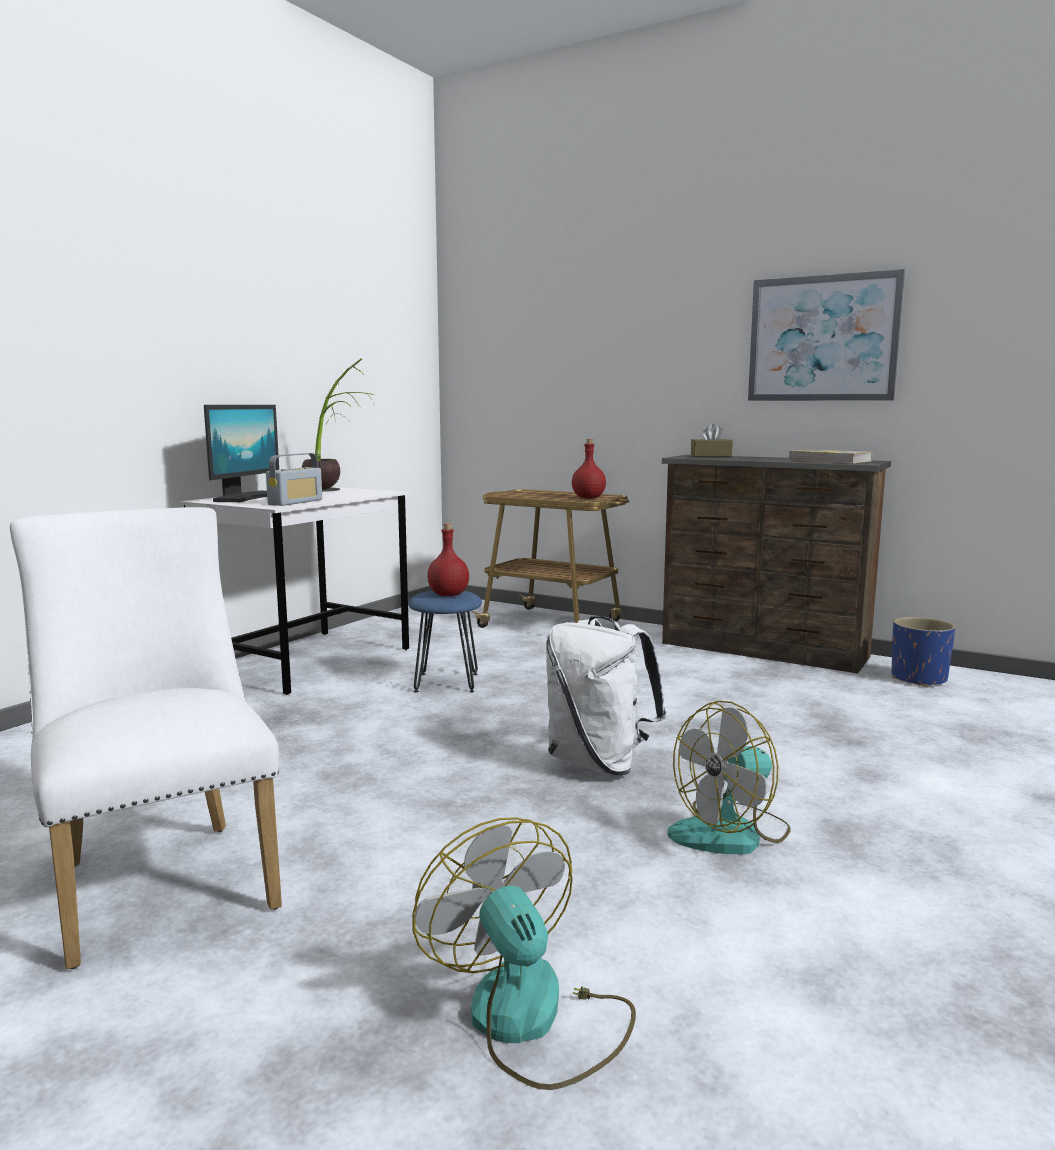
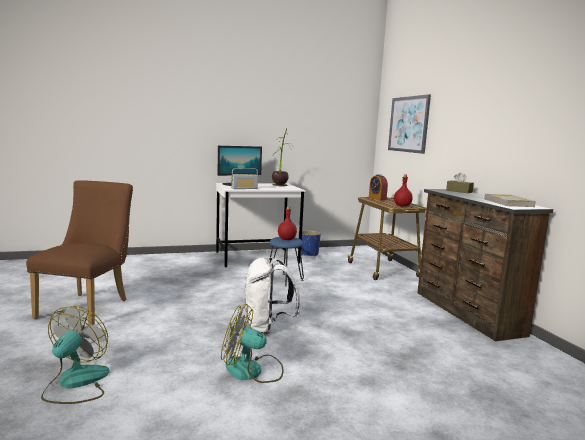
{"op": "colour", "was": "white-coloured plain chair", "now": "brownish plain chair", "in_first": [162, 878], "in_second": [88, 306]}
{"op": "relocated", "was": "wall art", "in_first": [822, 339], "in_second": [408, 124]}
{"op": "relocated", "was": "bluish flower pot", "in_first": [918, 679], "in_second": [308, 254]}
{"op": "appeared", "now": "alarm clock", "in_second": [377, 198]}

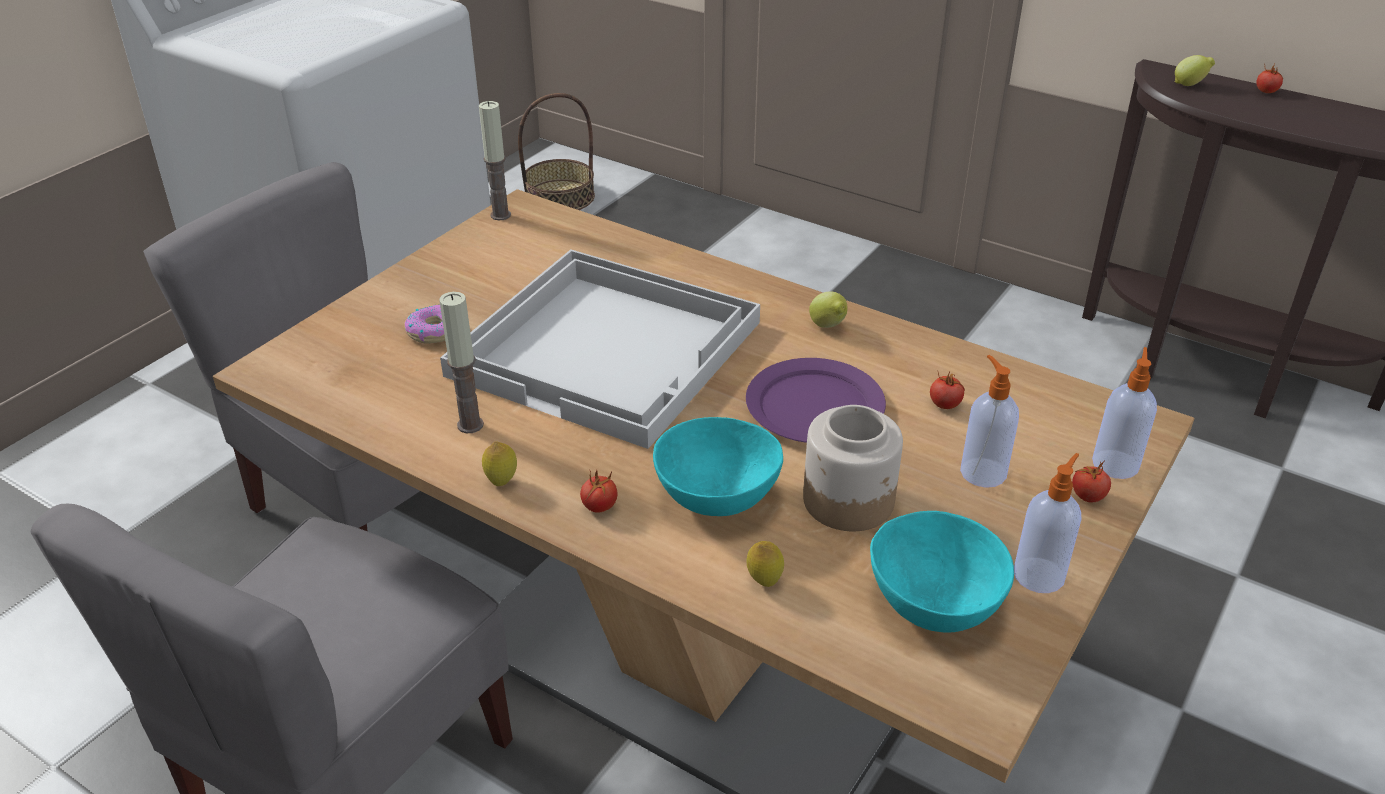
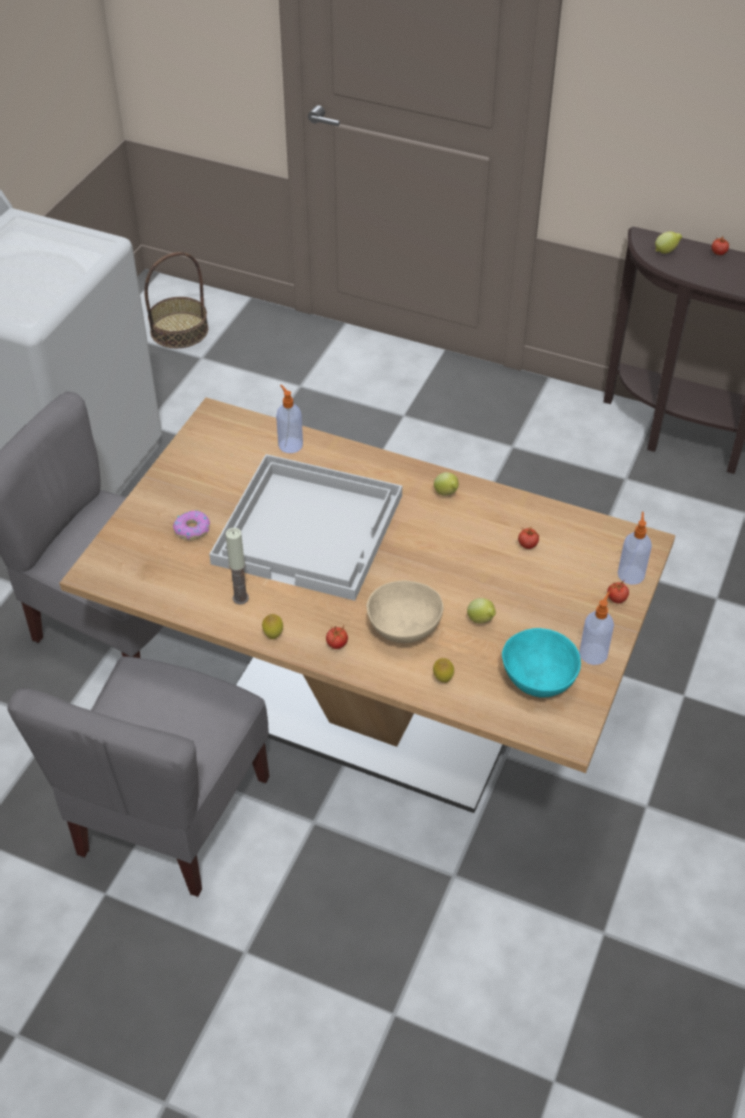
{"op": "missing", "was": "wax candle", "in_first": [500, 215]}
{"op": "colour", "was": "blue-green bowl", "now": "sand-coloured bowl", "in_first": [718, 499], "in_second": [405, 630]}
{"op": "missing", "was": "purple-coloured flat dish", "in_first": [815, 407]}
{"op": "exchanged", "was": "jar", "now": "whole lemon", "in_first": [849, 501], "in_second": [481, 620]}
{"op": "relocated", "was": "soap bottle", "in_first": [982, 471], "in_second": [290, 444]}

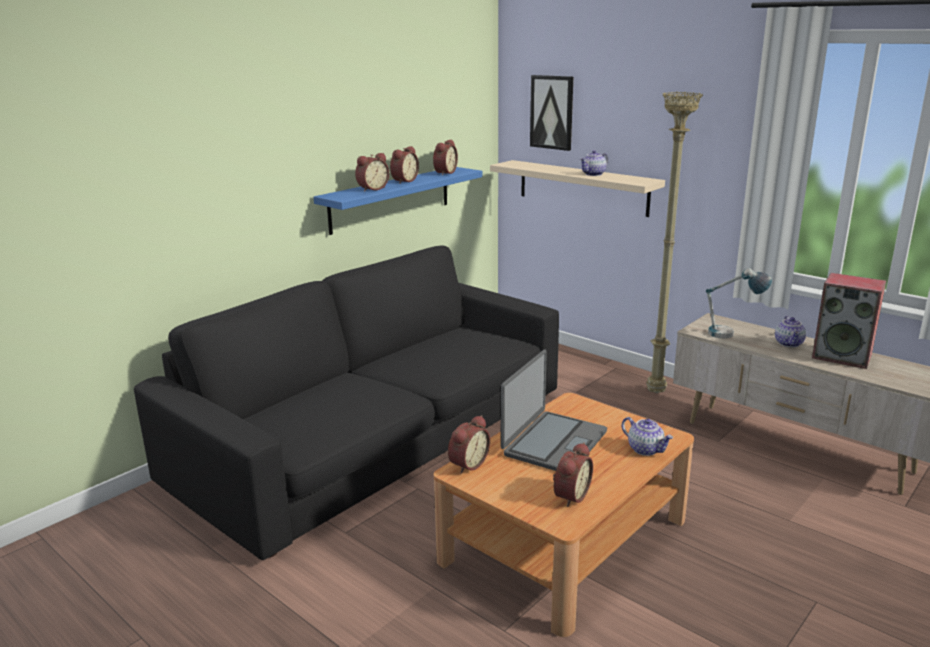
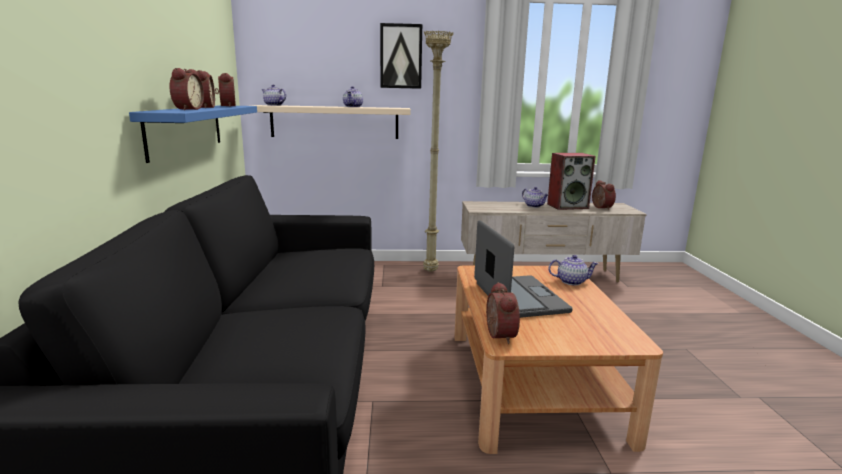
{"op": "relocated", "was": "wall art", "in_first": [552, 112], "in_second": [401, 56]}
{"op": "relocated", "was": "alarm clock", "in_first": [569, 495], "in_second": [600, 208]}
{"op": "missing", "was": "tabletop lamp", "in_first": [732, 335]}
{"op": "appeared", "now": "teapot", "in_second": [273, 105]}

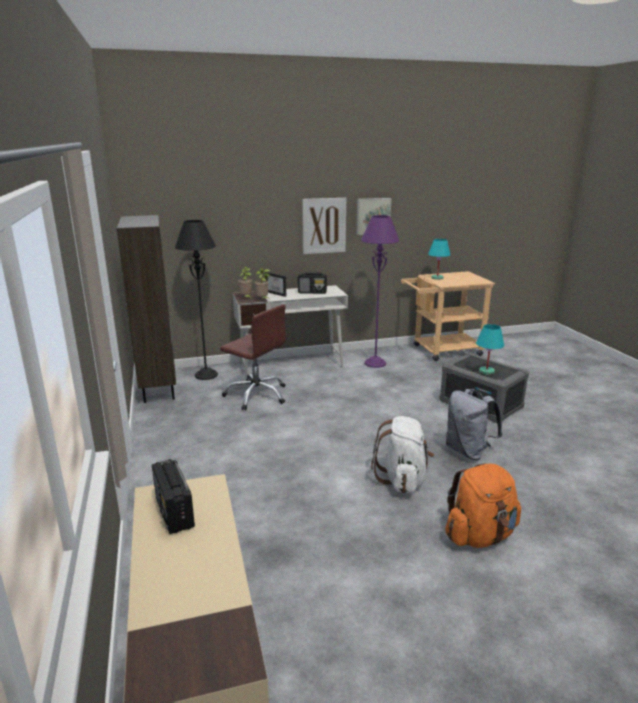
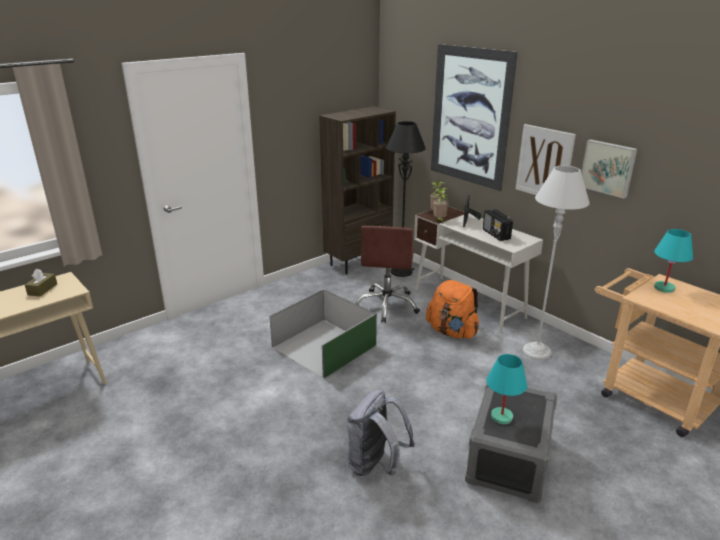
{"op": "exchanged", "was": "radio", "now": "brownish box of tissues", "in_first": [174, 513], "in_second": [42, 289]}
{"op": "colour", "was": "purple-coloured standard lamp", "now": "gray standard lamp", "in_first": [375, 363], "in_second": [537, 351]}
{"op": "missing", "was": "white-coloured rucksack", "in_first": [403, 479]}
{"op": "relocated", "was": "orange-coloured rucksack", "in_first": [480, 535], "in_second": [452, 332]}
{"op": "appeared", "now": "green-coloured storage bin", "in_second": [323, 346]}
{"op": "appeared", "now": "wall art", "in_second": [470, 117]}

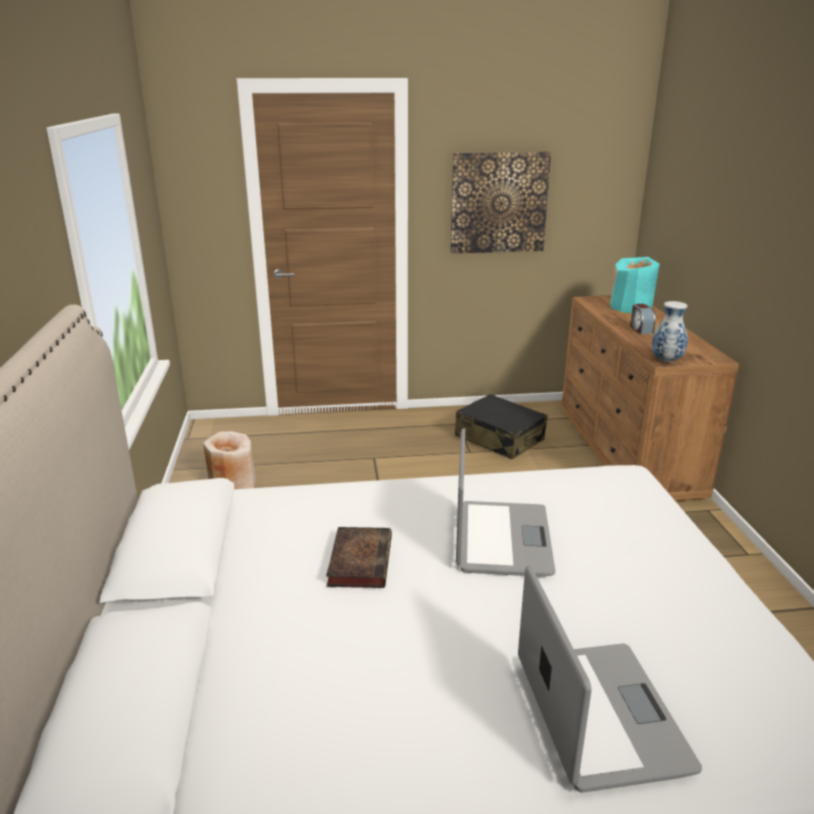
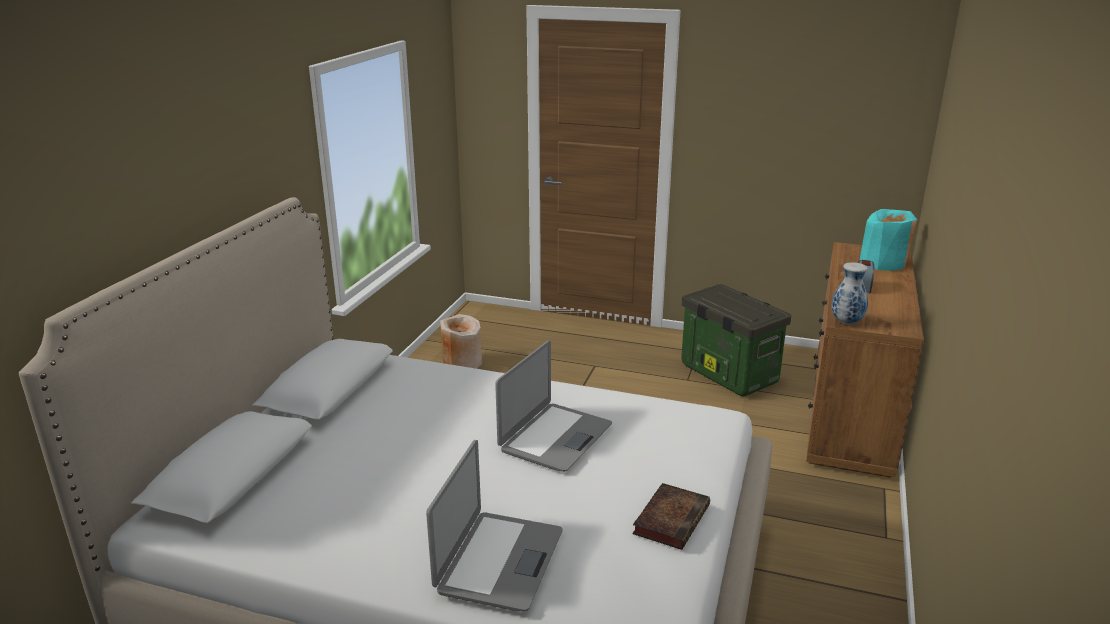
{"op": "relocated", "was": "book", "in_first": [359, 560], "in_second": [671, 519]}
{"op": "missing", "was": "wall art", "in_first": [498, 203]}
{"op": "exchanged", "was": "black piece of luggage", "now": "storage bin", "in_first": [499, 438], "in_second": [727, 374]}

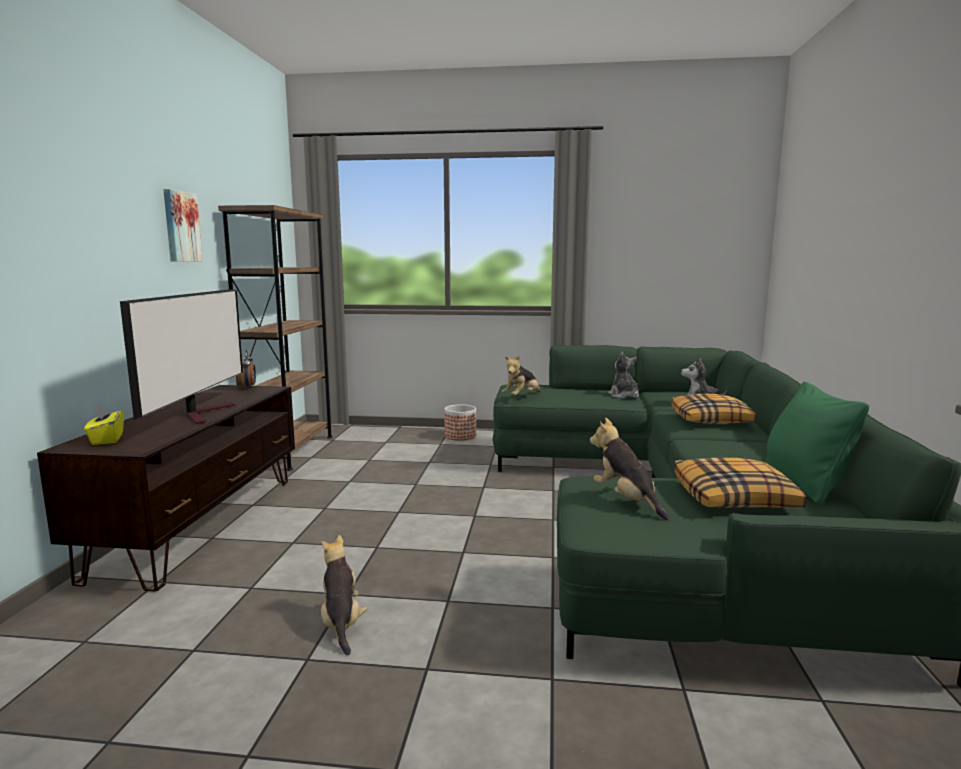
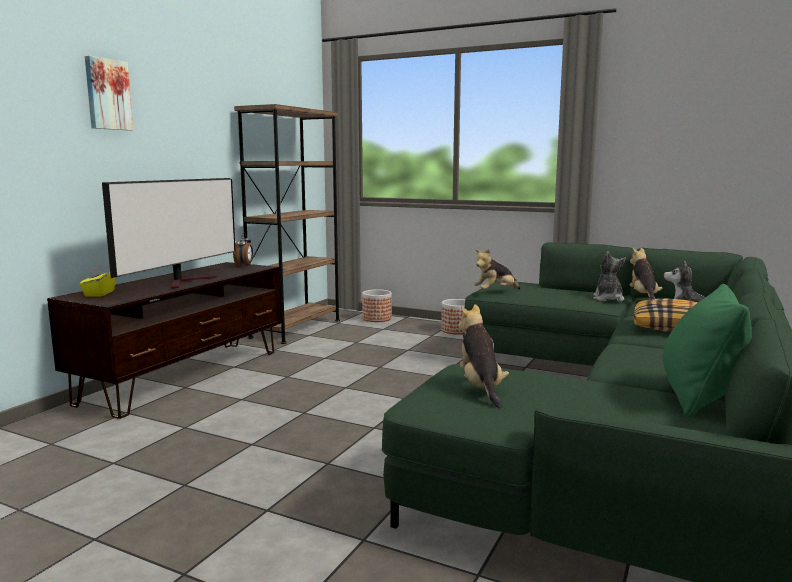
{"op": "relocated", "was": "wall art", "in_first": [180, 226], "in_second": [107, 94]}
{"op": "relocated", "was": "plush toy", "in_first": [341, 622], "in_second": [643, 297]}
{"op": "missing", "was": "throw pillow", "in_first": [734, 498]}
{"op": "appeared", "now": "flower pot", "in_second": [377, 318]}

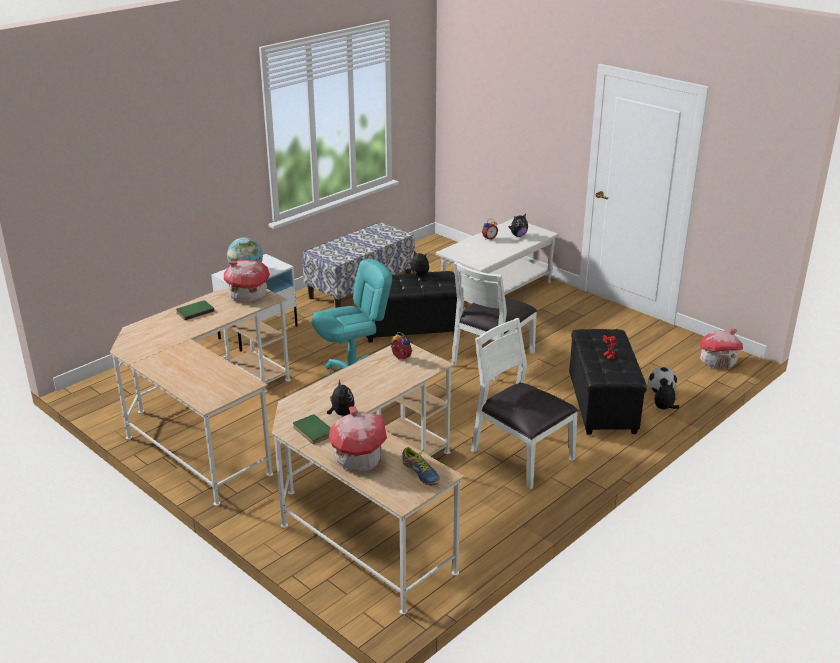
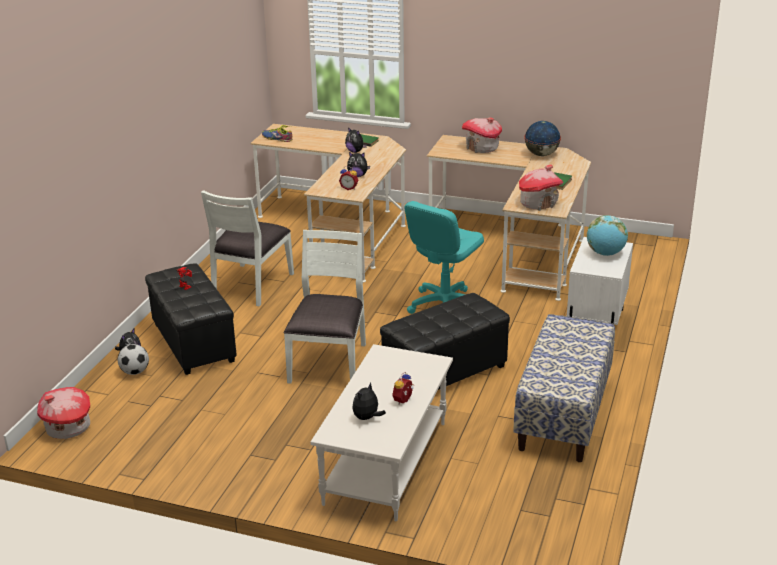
{"op": "relocated", "was": "toy house", "in_first": [359, 458], "in_second": [482, 148]}
{"op": "relocated", "was": "plush toy", "in_first": [419, 275], "in_second": [358, 175]}
{"op": "spun", "was": "white-coloured plain chair", "in_first": [520, 455], "in_second": [251, 285], "clockwise": 90}
{"op": "appeared", "now": "world globe", "in_second": [541, 154]}

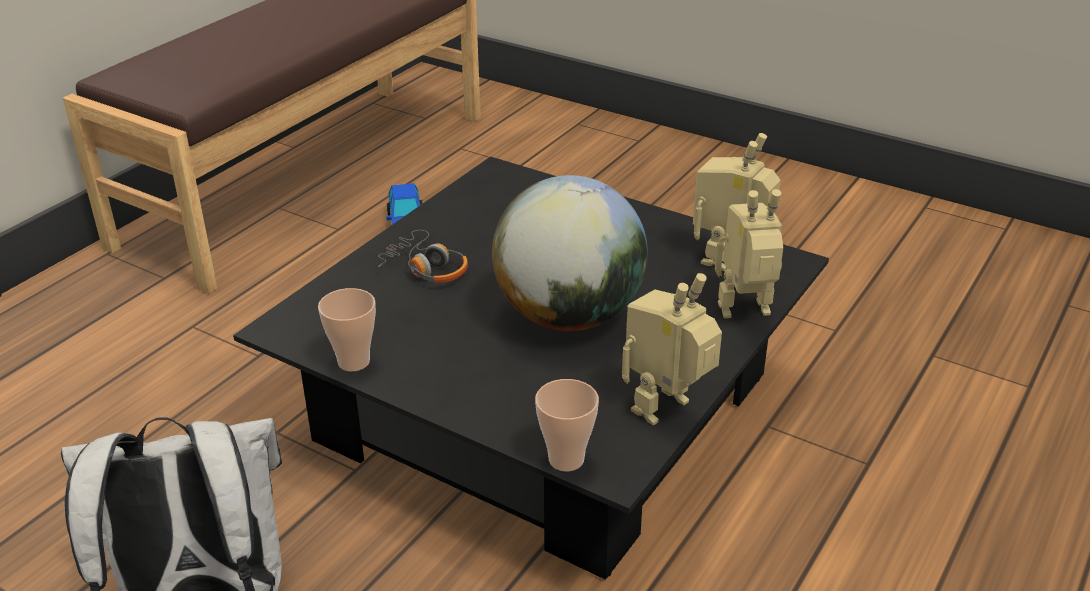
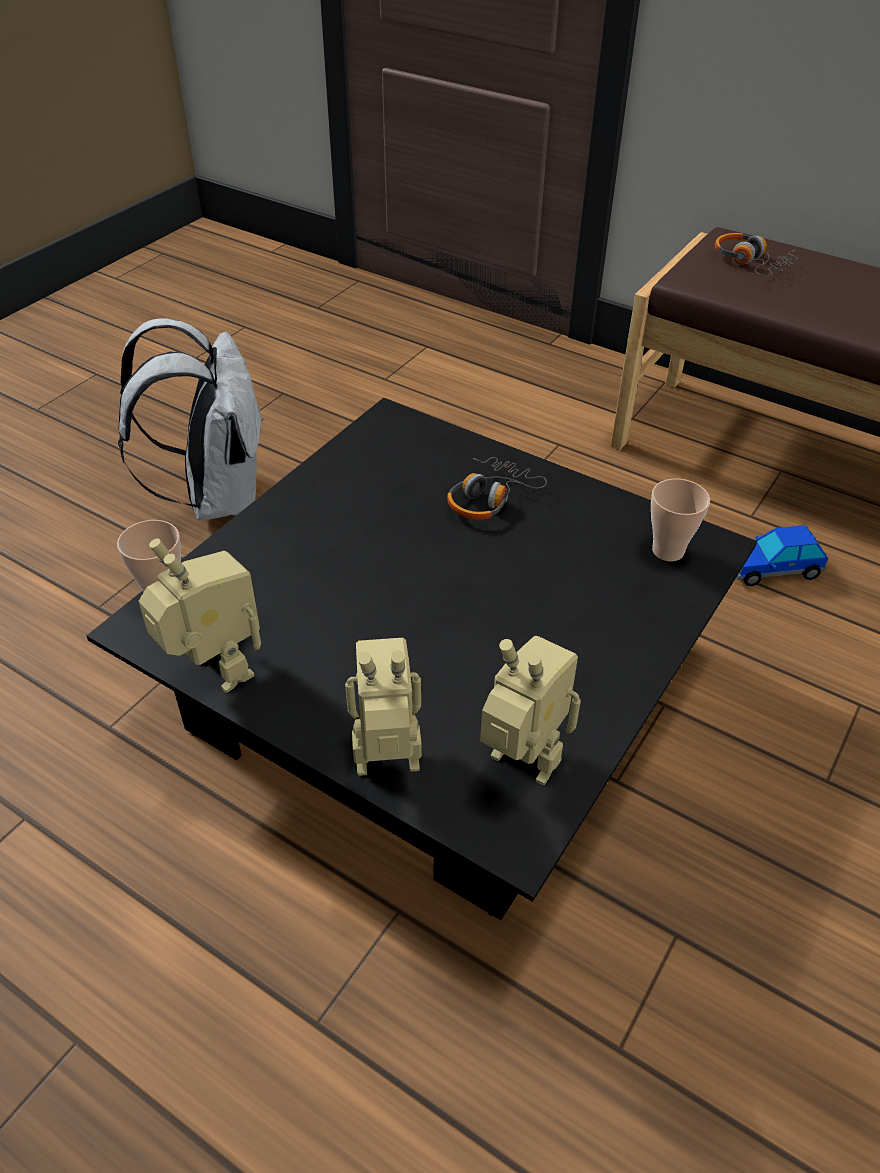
{"op": "relocated", "was": "small cup", "in_first": [353, 362], "in_second": [668, 551]}
{"op": "missing", "was": "world globe", "in_first": [569, 316]}
{"op": "spun", "was": "toy robot", "in_first": [746, 314], "in_second": [388, 768], "clockwise": -90}
{"op": "appeared", "now": "headphones", "in_second": [750, 263]}

